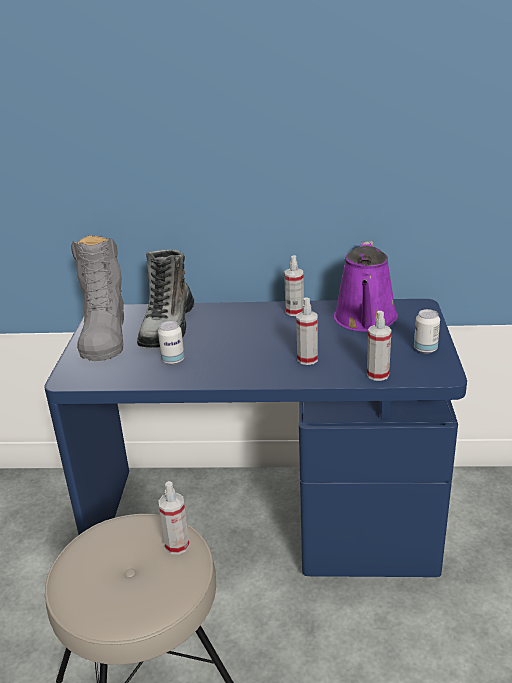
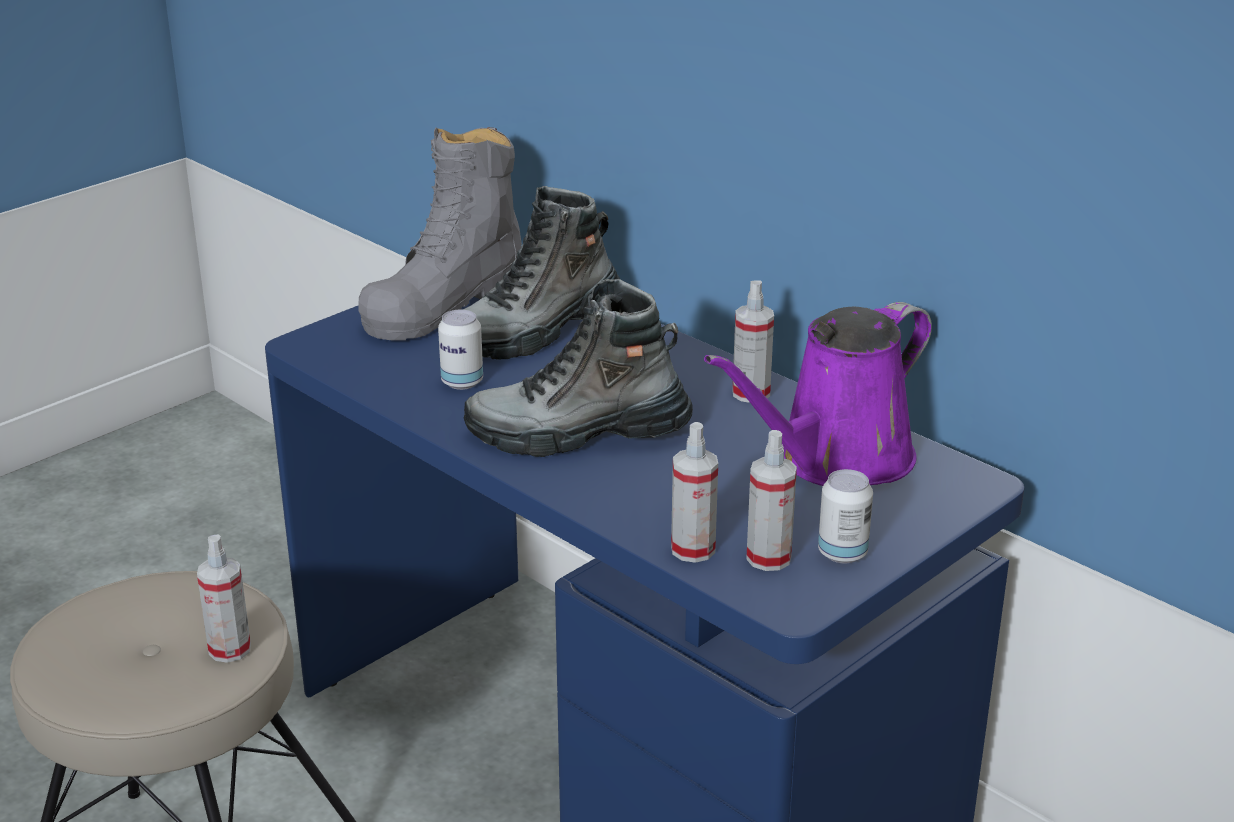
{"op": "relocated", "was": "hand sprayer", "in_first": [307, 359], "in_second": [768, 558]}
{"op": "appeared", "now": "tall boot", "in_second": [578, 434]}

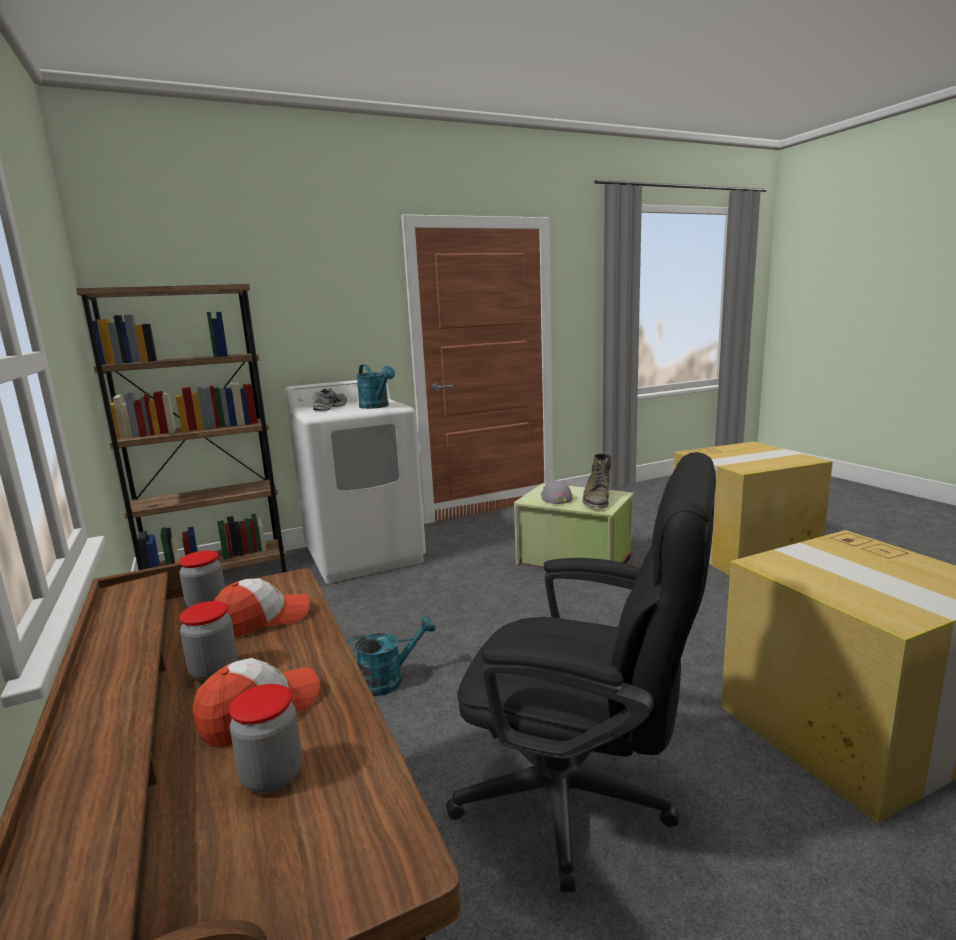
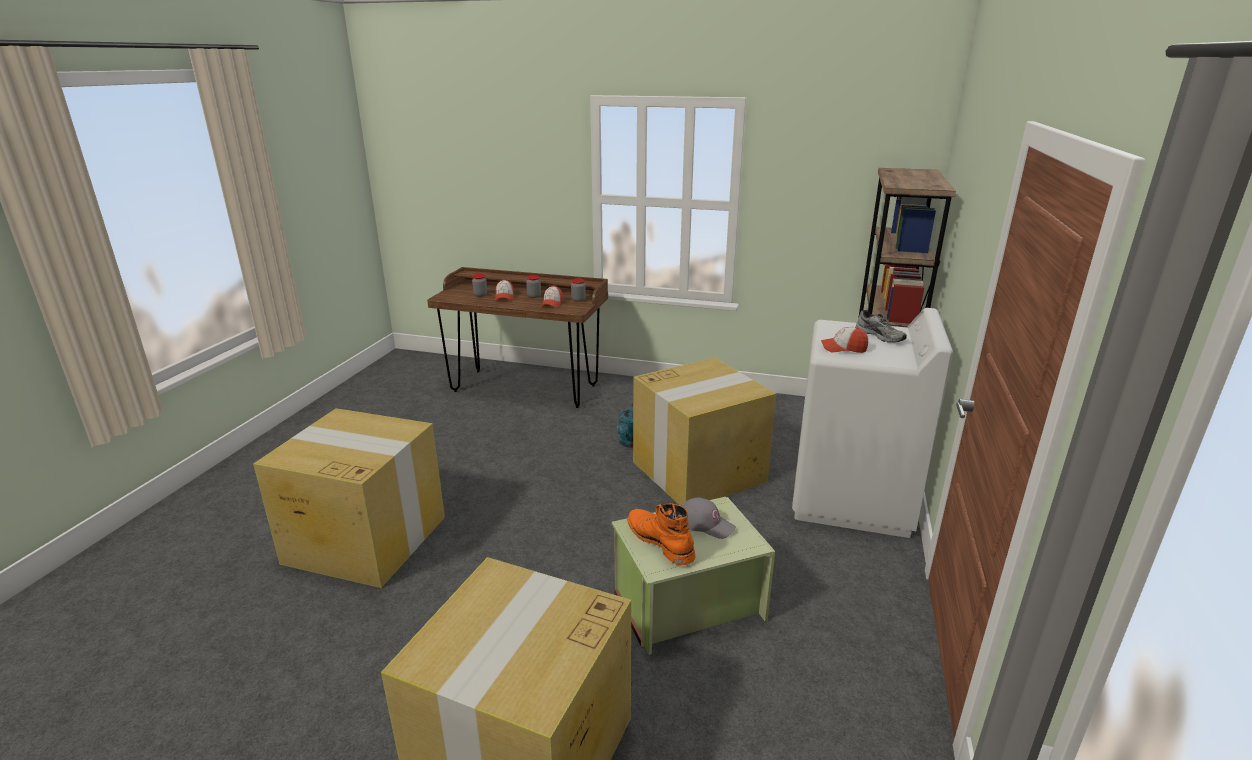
{"op": "exchanged", "was": "blue-green watering can", "now": "peaked cap", "in_first": [377, 406], "in_second": [843, 348]}
{"op": "missing", "was": "black desk chair", "in_first": [582, 800]}
{"op": "colour", "was": "green-coloured tall boot", "now": "orange-coloured tall boot", "in_first": [597, 500], "in_second": [660, 541]}
{"op": "appeared", "now": "cardboard box", "in_second": [700, 471]}

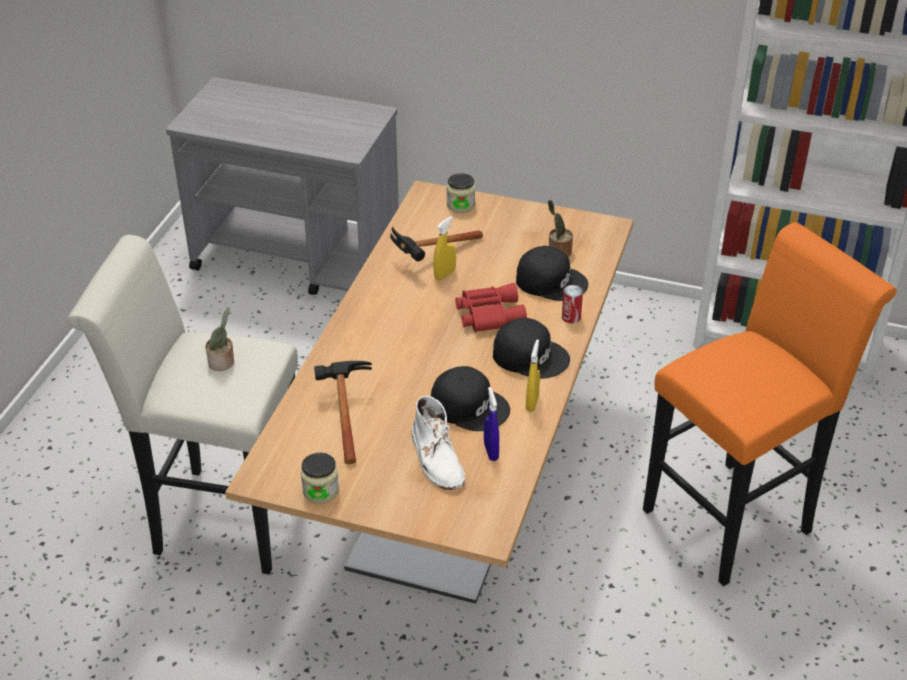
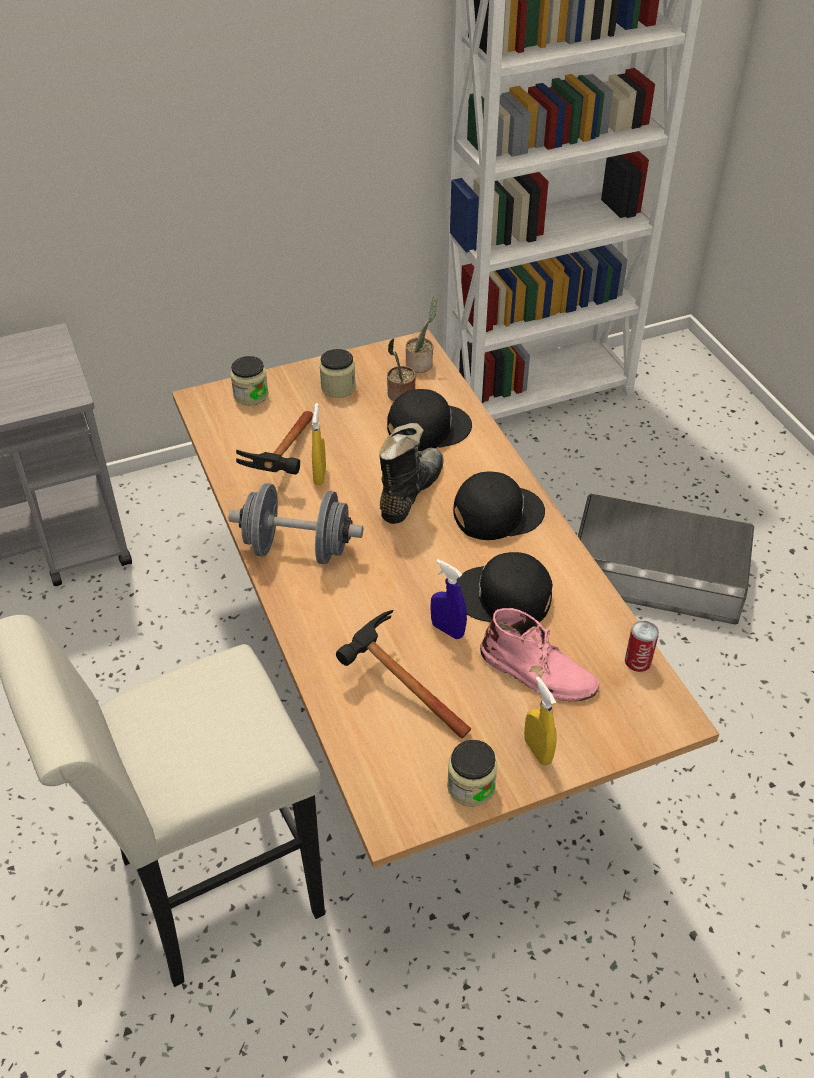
{"op": "relocated", "was": "plant in a pot", "in_first": [223, 362], "in_second": [421, 364]}
{"op": "colour", "was": "white-coloured tall boot", "now": "pinkish tall boot", "in_first": [437, 458], "in_second": [538, 672]}
{"op": "spun", "was": "black peaked cap", "in_first": [469, 406], "in_second": [503, 597], "clockwise": -150}
{"op": "exchanged", "was": "red binoculars", "now": "black tall boot", "in_first": [488, 314], "in_second": [409, 492]}
{"op": "relocated", "was": "bluish hand sprayer", "in_first": [491, 451], "in_second": [447, 630]}
{"op": "relocated", "was": "yellow-coloured hand sprayer", "in_first": [532, 403], "in_second": [537, 751]}
{"op": "relocated", "was": "can", "in_first": [571, 317], "in_second": [638, 661]}
{"op": "exchanged", "was": "orange-coloured stool seat", "now": "gray storage bin", "in_first": [736, 516], "in_second": [658, 570]}
{"op": "appeared", "now": "gray dumbbell", "in_second": [298, 549]}
{"op": "appeared", "now": "jar", "in_second": [338, 387]}

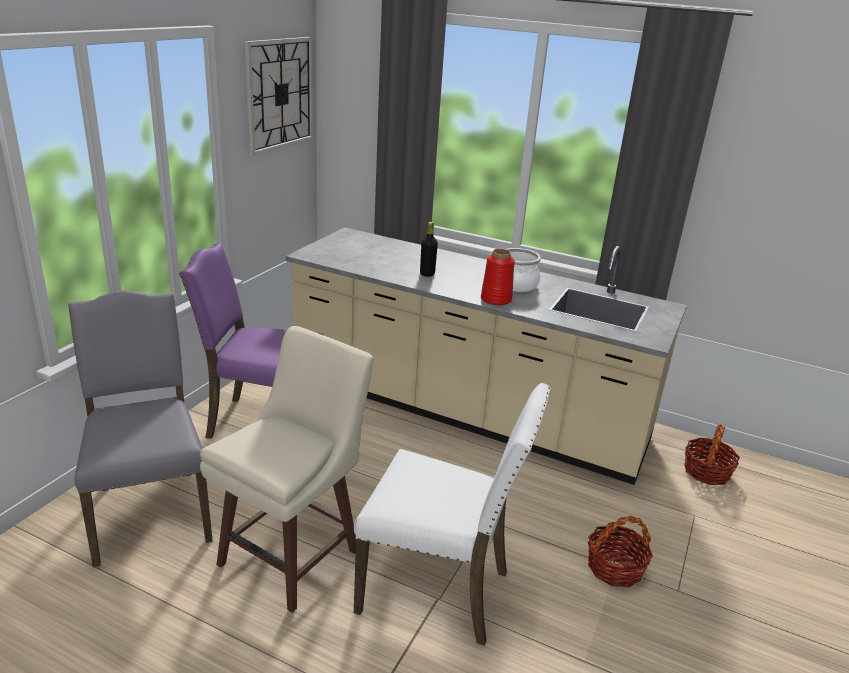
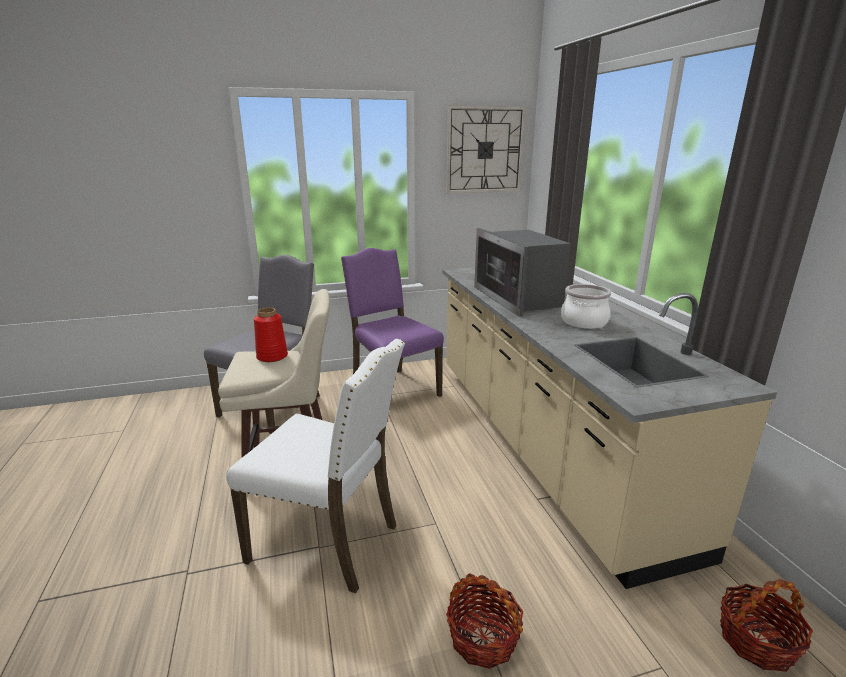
{"op": "spun", "was": "white-coloured plain chair", "in_first": [438, 589], "in_second": [328, 541], "clockwise": -45}
{"op": "exchanged", "was": "black beverage bottle", "now": "microwave oven", "in_first": [427, 274], "in_second": [518, 298]}
{"op": "relocated", "was": "red flower vase", "in_first": [496, 300], "in_second": [271, 357]}

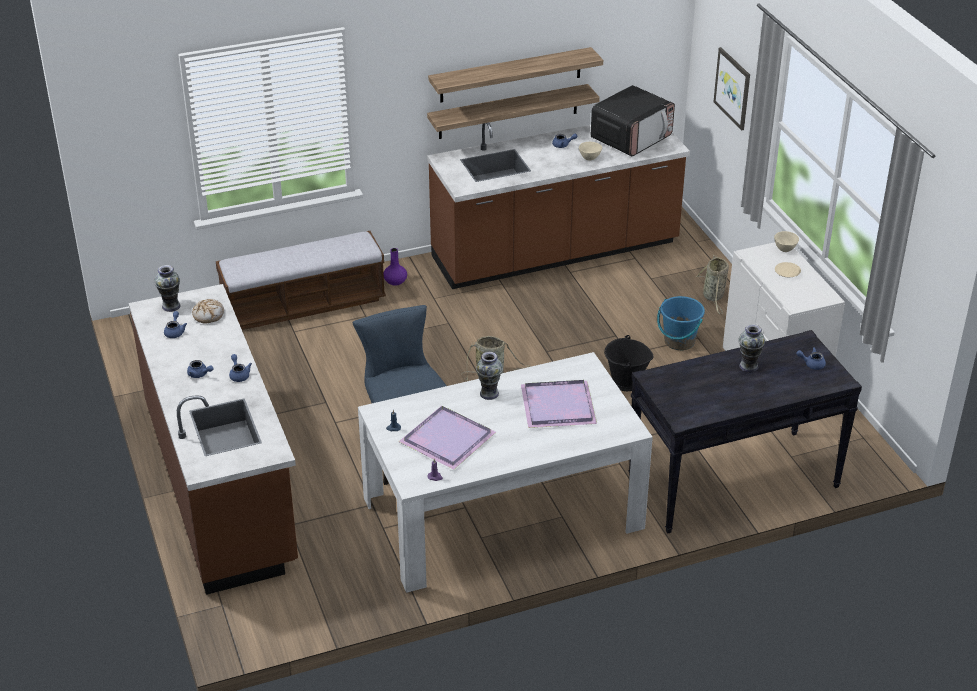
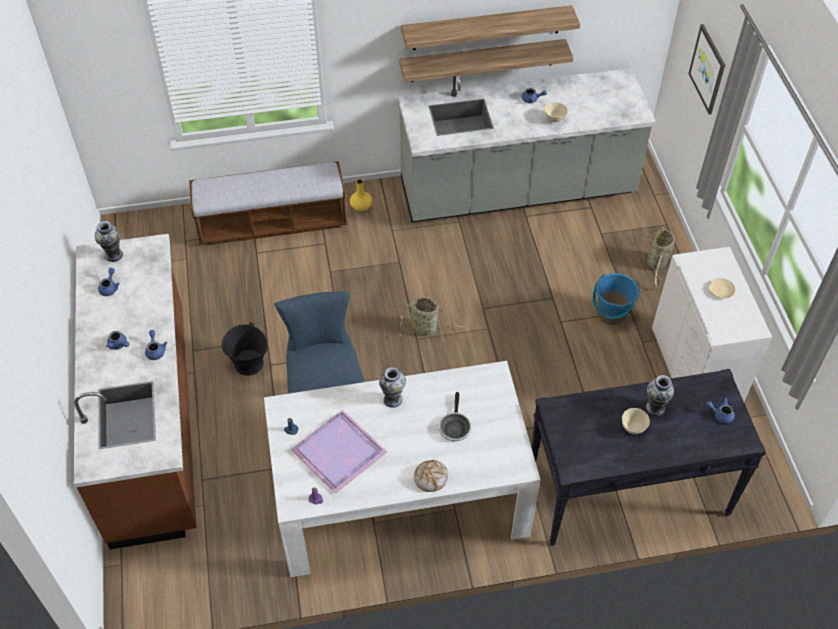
{"op": "relocated", "was": "bakery bread", "in_first": [208, 315], "in_second": [431, 478]}
{"op": "colour", "was": "purple-coloured flower vase", "now": "yellow-coloured flower vase", "in_first": [395, 281], "in_second": [361, 206]}
{"op": "colour", "was": "brownish counter", "now": "gray counter", "in_first": [555, 252], "in_second": [517, 191]}
{"op": "exchanged", "was": "purple-coloured carrying tray", "now": "skillet", "in_first": [557, 407], "in_second": [454, 427]}
{"op": "missing", "was": "microwave oven", "in_first": [631, 138]}
{"op": "relocated", "was": "black water bucket", "in_first": [625, 382], "in_second": [248, 363]}
{"op": "relocated", "was": "sand-coloured bowl", "in_first": [785, 250], "in_second": [633, 428]}

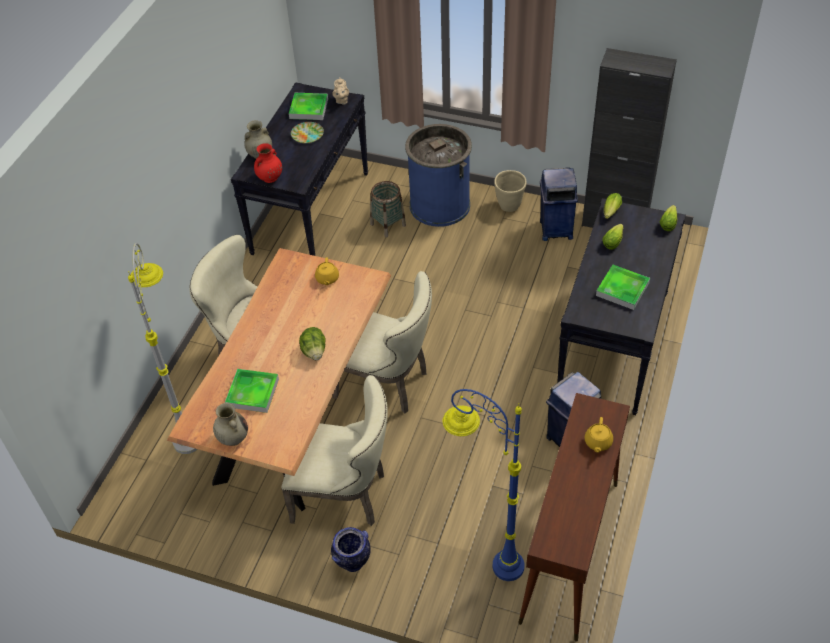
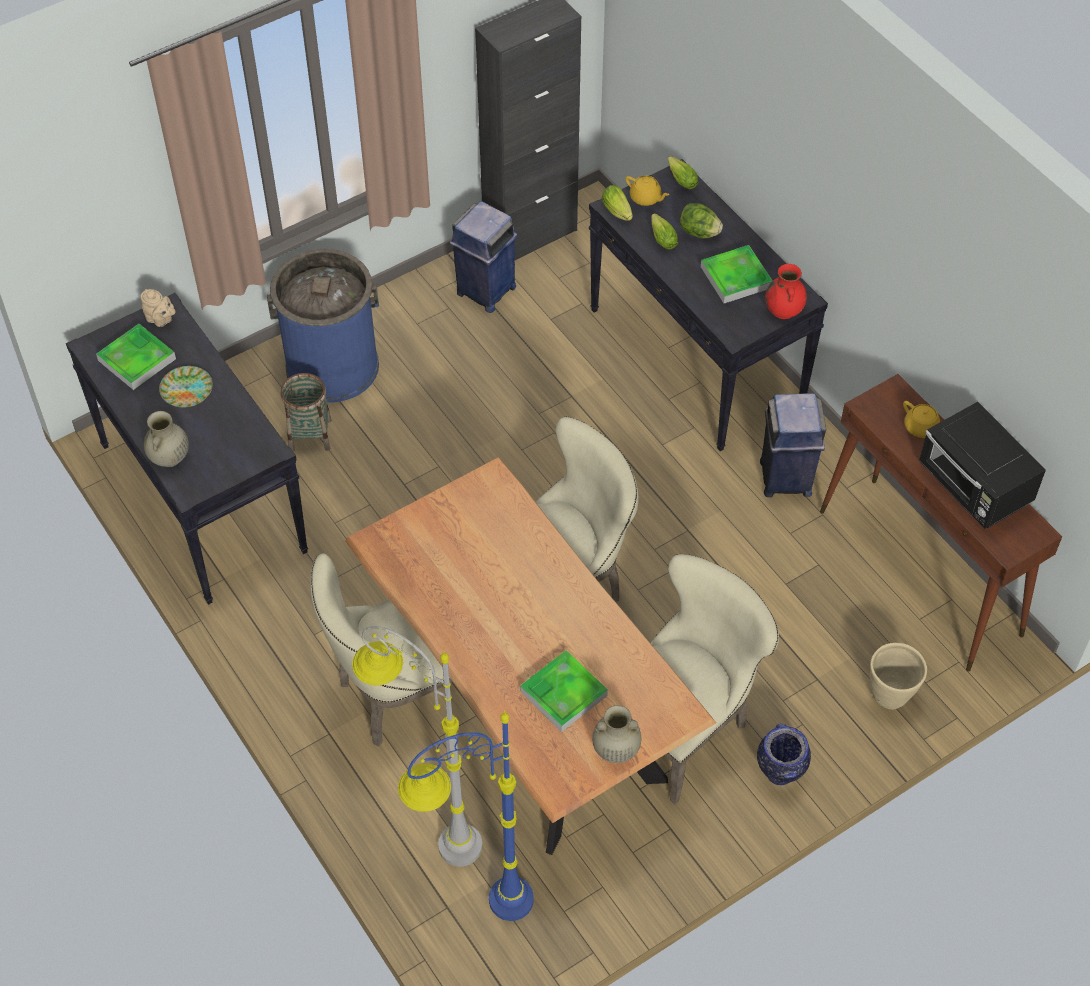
{"op": "relocated", "was": "red flower vase", "in_first": [269, 178], "in_second": [783, 311]}
{"op": "relocated", "was": "head of lettuce", "in_first": [314, 352], "in_second": [699, 233]}
{"op": "relocated", "was": "yellow-coloured teapot", "in_first": [327, 279], "in_second": [645, 198]}
{"op": "relocated", "was": "bluish standard lamp", "in_first": [484, 554], "in_second": [474, 913]}
{"op": "relocated", "was": "sand-coloured flower pot", "in_first": [509, 206], "in_second": [890, 696]}
{"op": "appeared", "now": "black microwave oven", "in_second": [974, 487]}

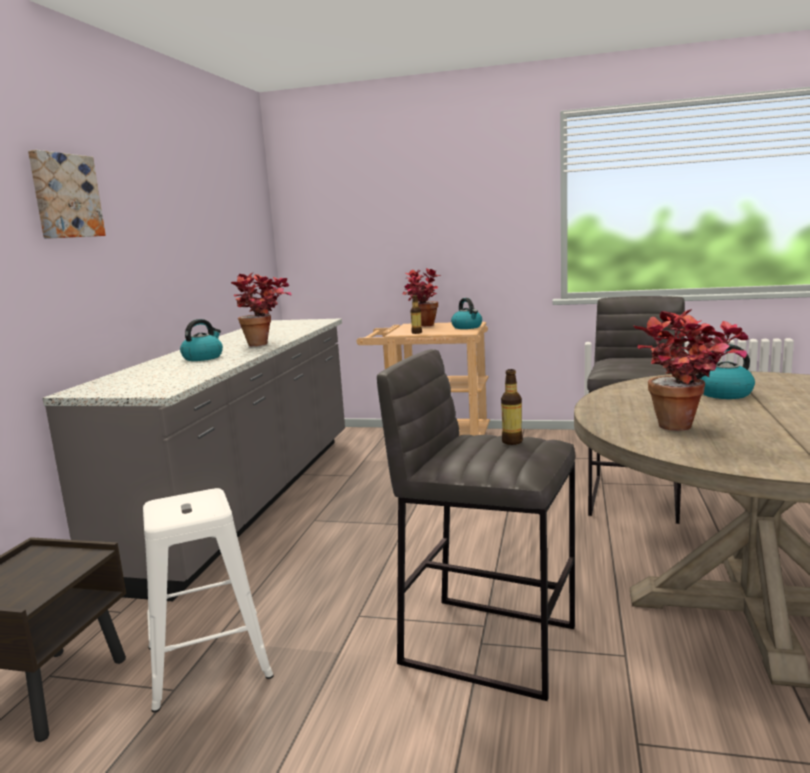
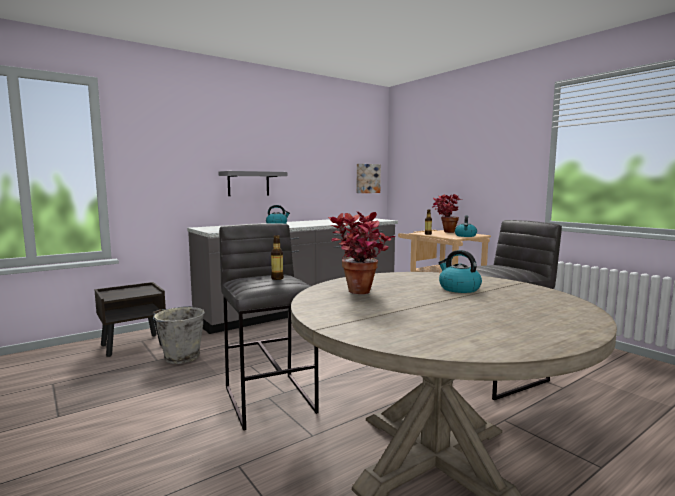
{"op": "relocated", "was": "wall art", "in_first": [65, 196], "in_second": [367, 178]}
{"op": "exchanged", "was": "white-coloured stool seat", "now": "gray water bucket", "in_first": [210, 661], "in_second": [180, 357]}
{"op": "missing", "was": "plant in a pot", "in_first": [265, 344]}
{"op": "appeared", "now": "gray shelf", "in_second": [248, 183]}

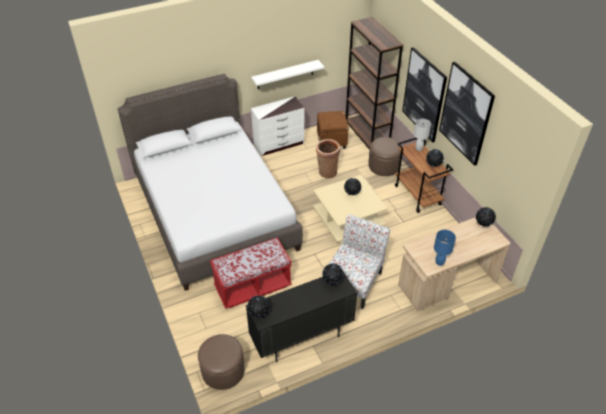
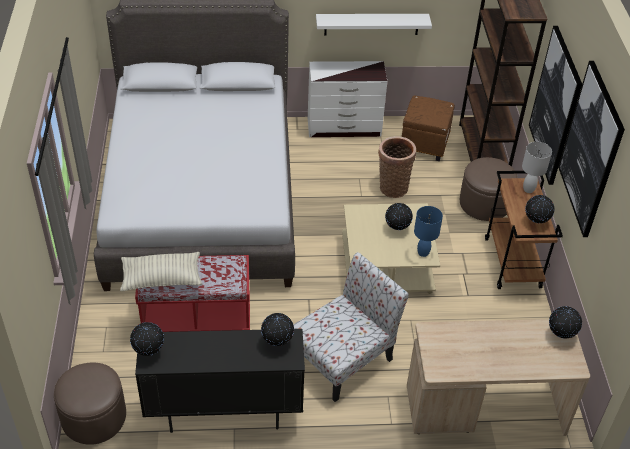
{"op": "relocated", "was": "bluish tabletop lamp", "in_first": [439, 262], "in_second": [422, 252]}
{"op": "appeared", "now": "throw pillow", "in_second": [162, 279]}

